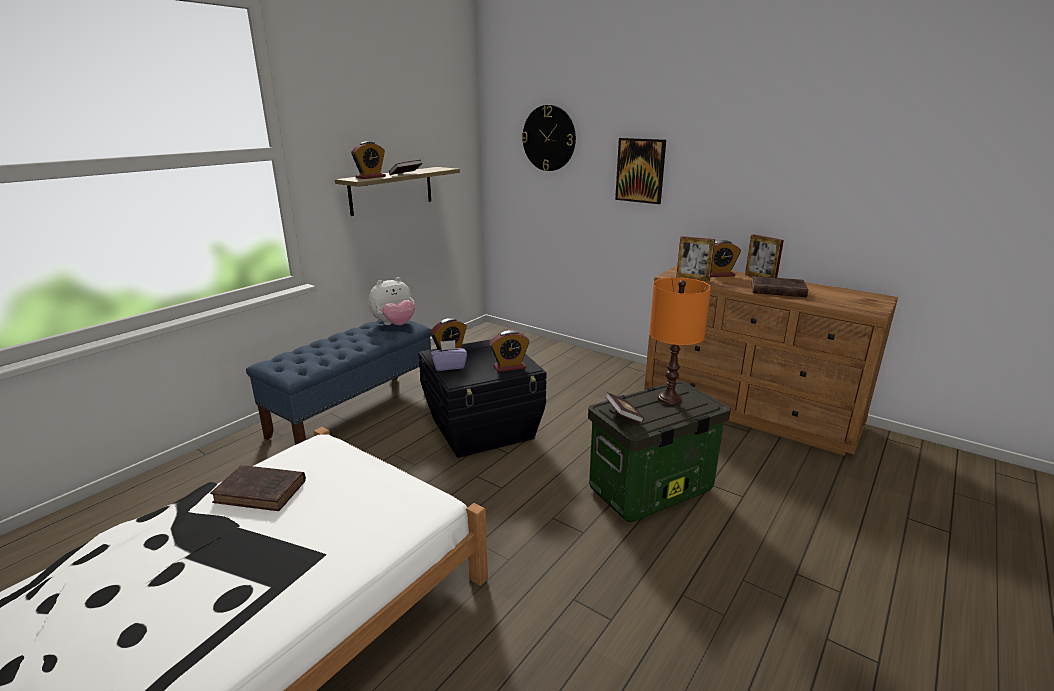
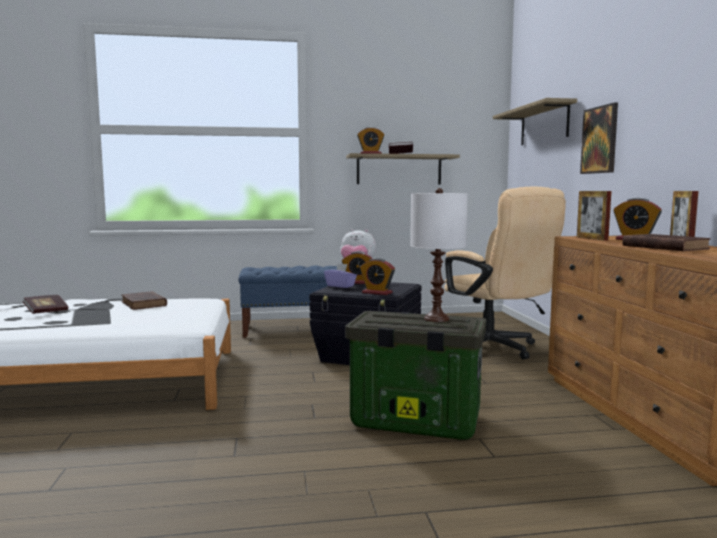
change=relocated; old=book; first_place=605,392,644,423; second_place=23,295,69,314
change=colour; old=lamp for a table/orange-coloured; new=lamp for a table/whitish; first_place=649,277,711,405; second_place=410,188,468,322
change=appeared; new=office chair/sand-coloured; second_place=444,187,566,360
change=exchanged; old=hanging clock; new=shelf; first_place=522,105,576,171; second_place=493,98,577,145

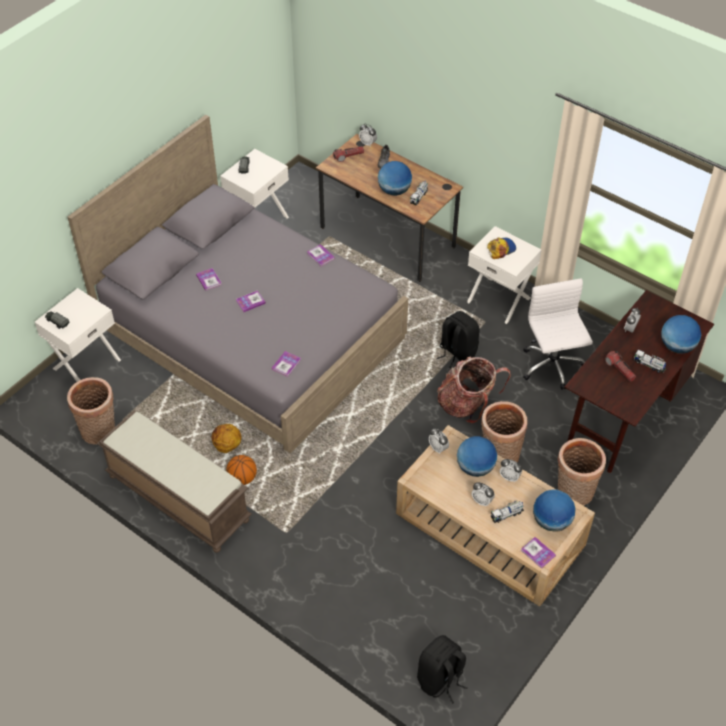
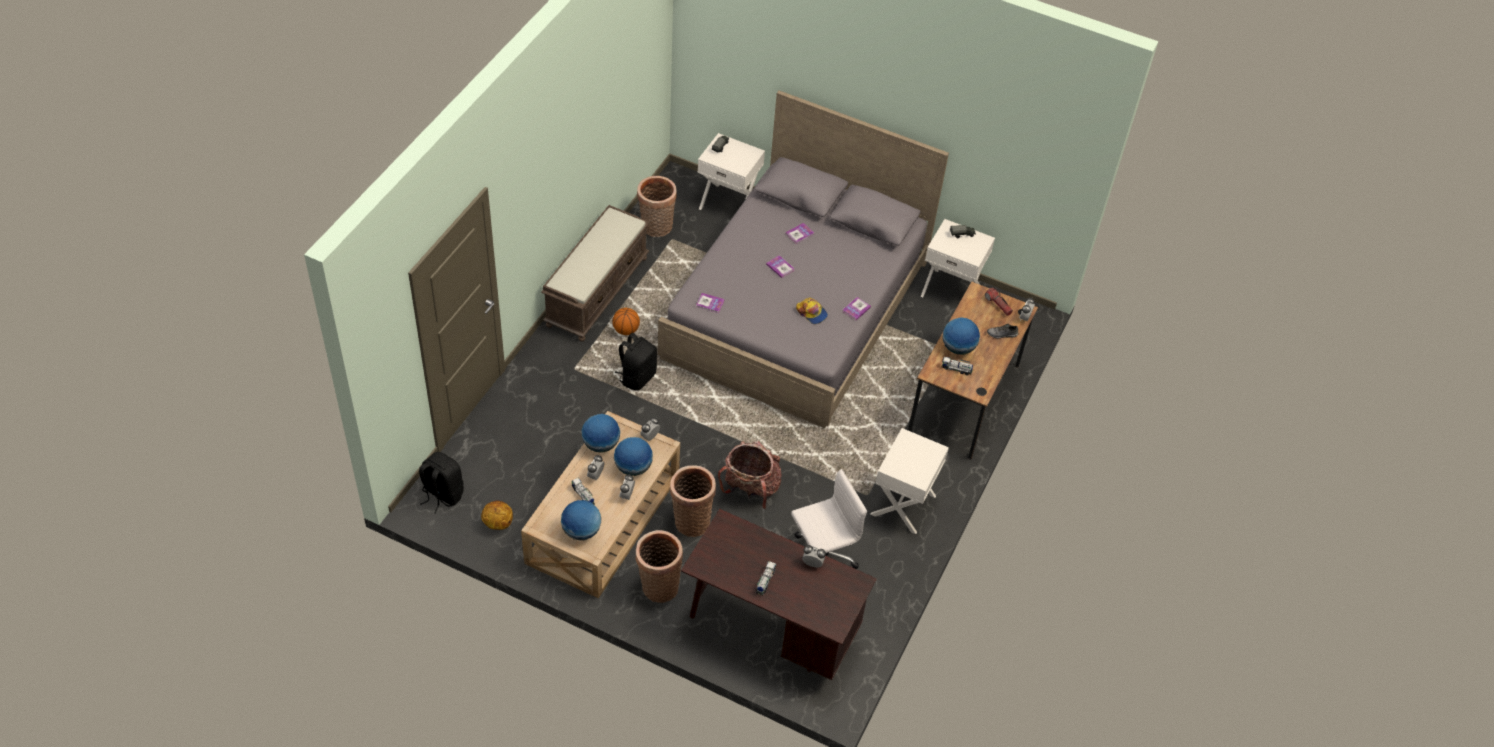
change=relocated; old=ball for basketball; first_place=211,424,242,453; second_place=481,500,513,530
change=relocated; old=globe; first_place=661,315,701,354; second_place=582,414,620,452
change=relocated; old=backpack/blackish; first_place=437,311,480,368; second_place=615,333,657,390
change=relocated; old=baseball cap; first_place=487,237,516,259; second_place=796,297,828,324
change=missing; old=book; first_place=521,537,556,569
change=missing; old=torch; first_place=605,351,636,382

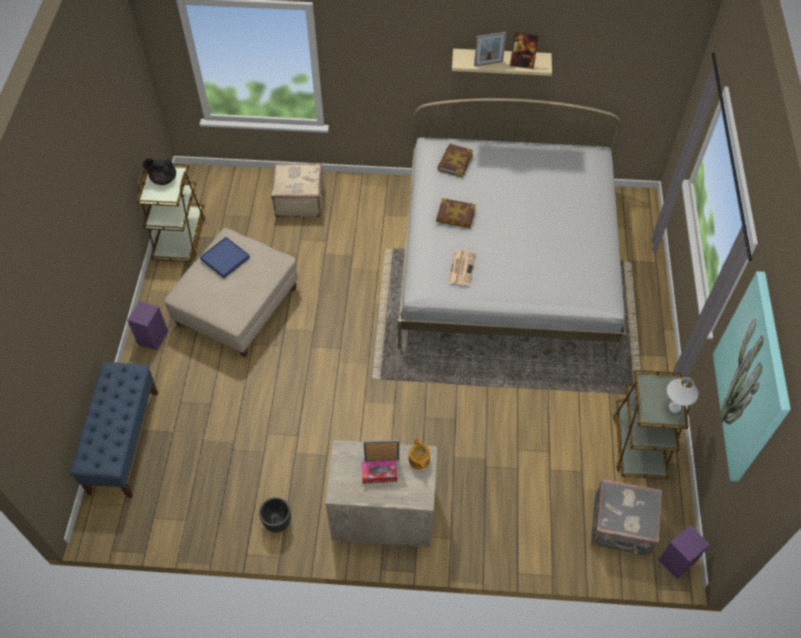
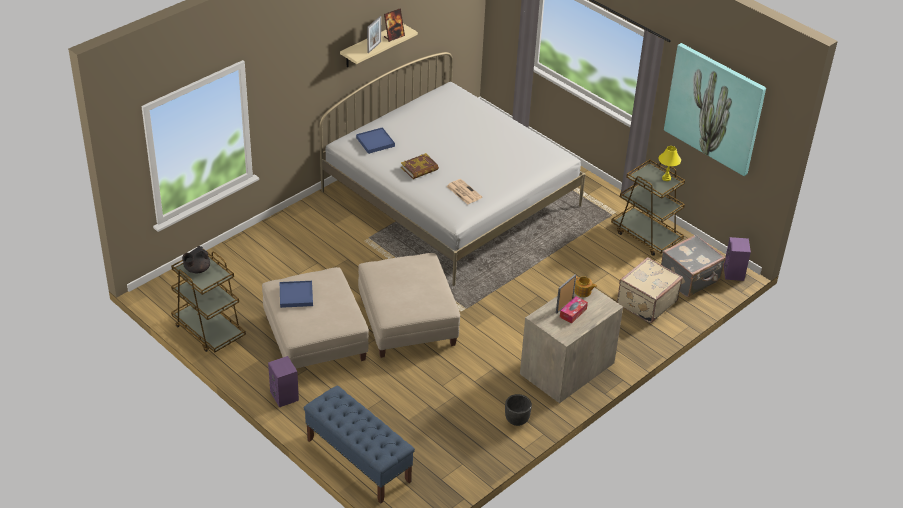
change=exchanged; old=book; new=tray/blue; first_place=438,144,473,177; second_place=356,127,395,154
change=appeared; new=pouffe/sand-coloured; second_place=358,253,460,358
change=relocated; old=travel case/sand-coloured; first_place=271,163,323,217; second_place=617,257,683,323
change=colour; old=lamp for a table/whitish; new=lamp for a table/yellowish; first_place=667,377,698,413; second_place=658,146,681,181

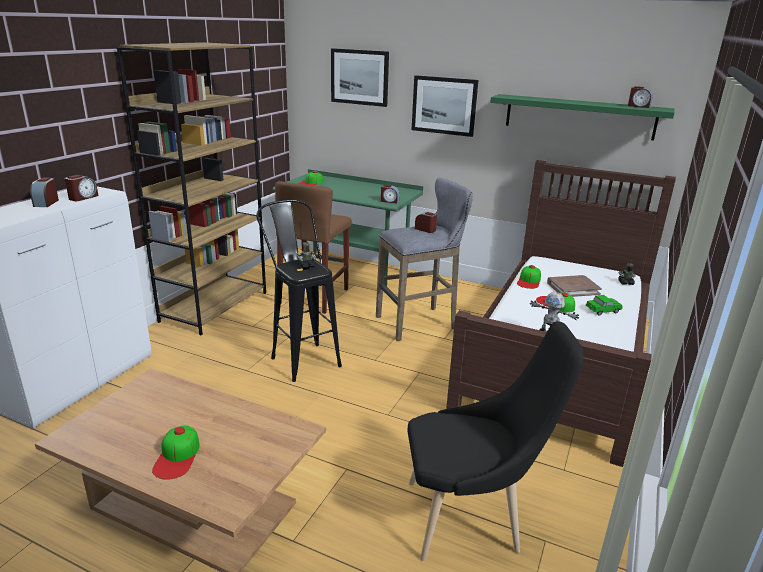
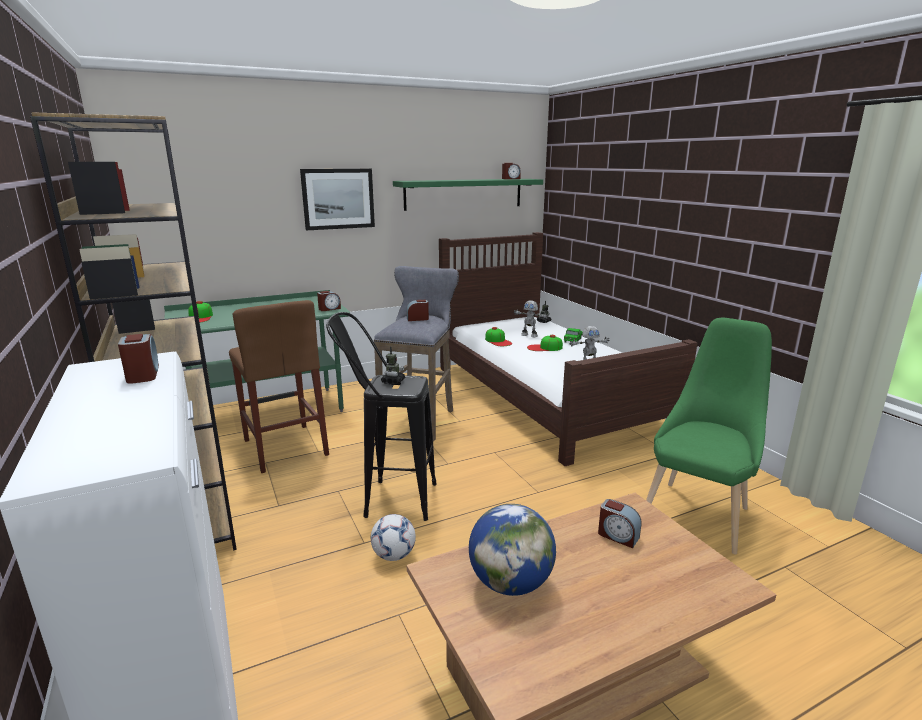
change=appeared; new=football; second_place=371,514,416,561
change=appeared; new=globe; second_place=469,504,556,596
change=exchanged; old=book/brown; new=model robot; first_place=547,275,602,297; second_place=514,300,549,337
change=relocated; old=alarm clock; first_place=30,177,59,207; second_place=598,499,641,548
change=colour; old=plain chair/blackish; new=plain chair/green-coloured; first_place=408,321,584,561; second_place=646,318,772,555
change=missing; old=baseball cap; first_place=152,426,199,480
change=missing; old=wall picture; first_place=331,48,389,107

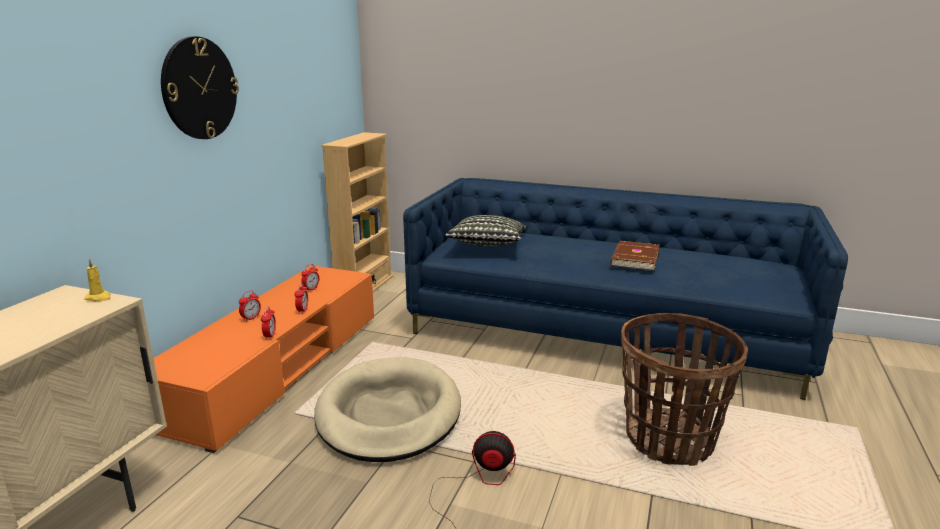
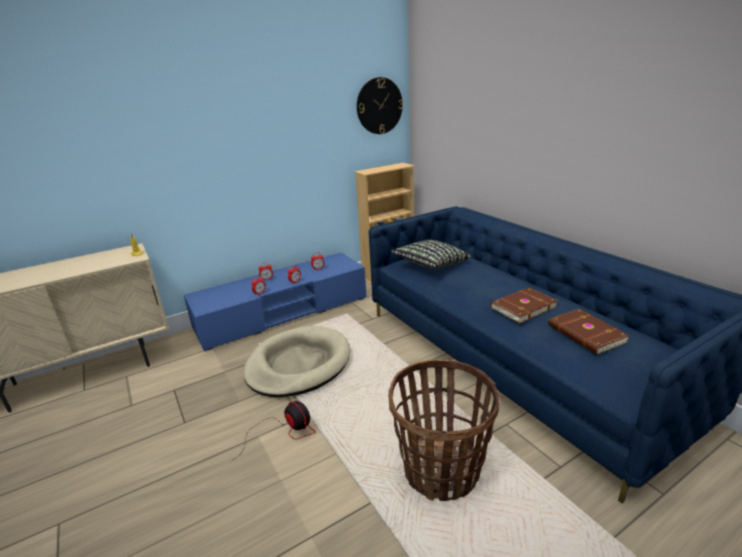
change=colour; old=tv unit/orange-coloured; new=tv unit/blue; first_place=153,265,374,453; second_place=184,252,367,351
change=relocated; old=hanging clock; first_place=161,36,239,139; second_place=357,77,403,134
change=appeared; new=book/brown; second_place=548,309,629,354

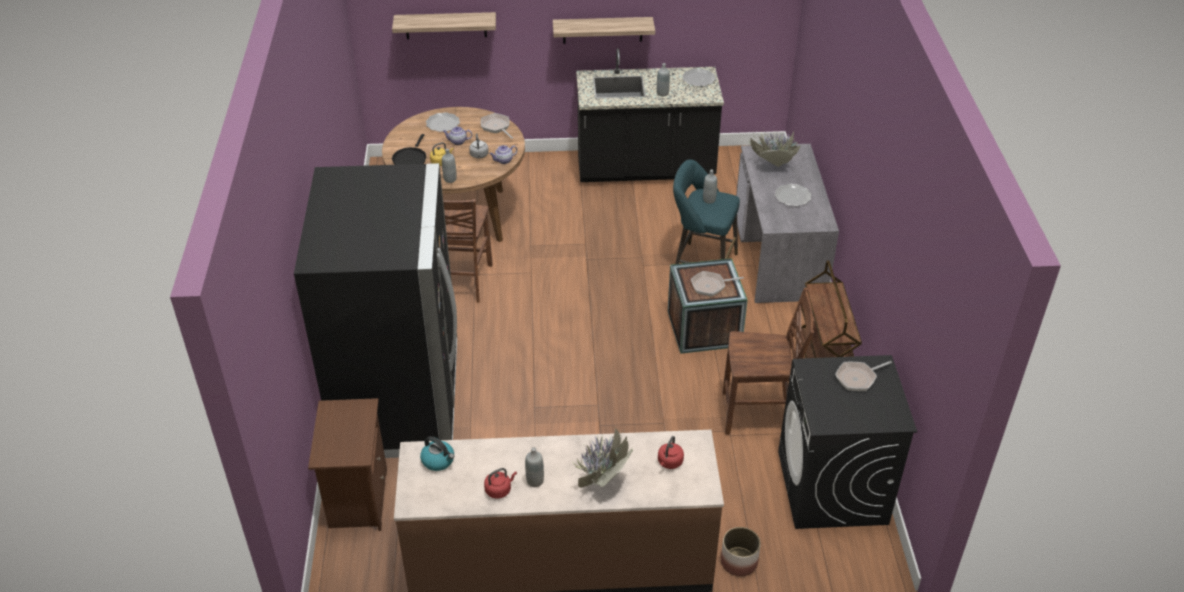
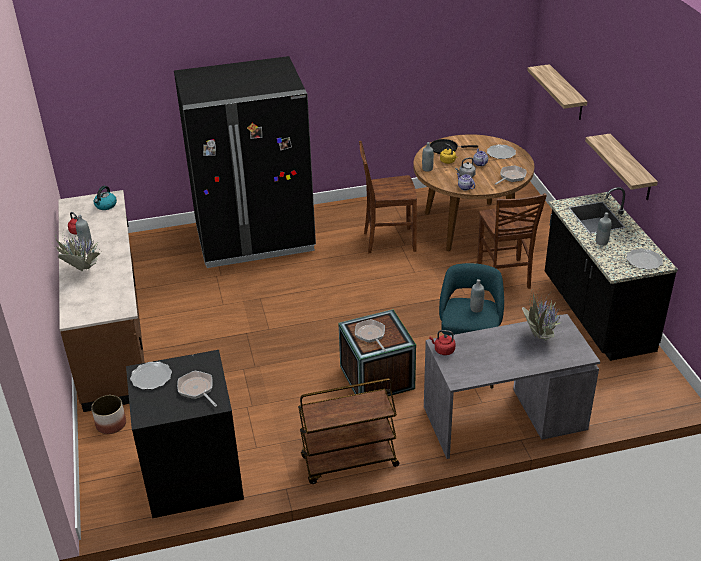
change=relocated; old=flat dish; first_place=775,184,812,206; second_place=130,362,172,389
change=relocated; old=water kettle/red; first_place=658,436,684,469; second_place=429,330,456,355
change=relocated; old=plain chair/brown; first_place=723,288,814,435; second_place=477,193,547,289
change=missing; old=nightstand/brown; first_place=308,398,387,531

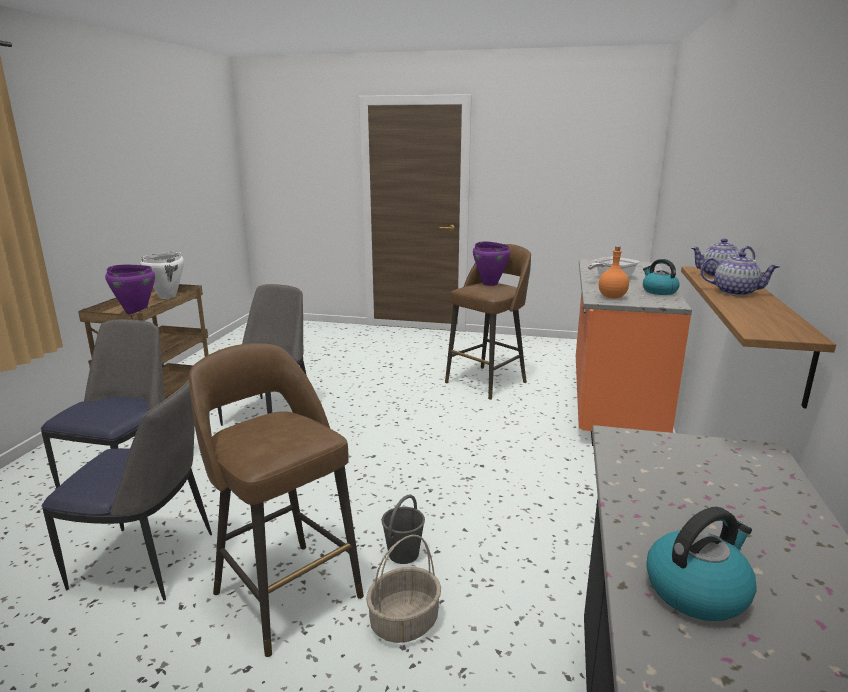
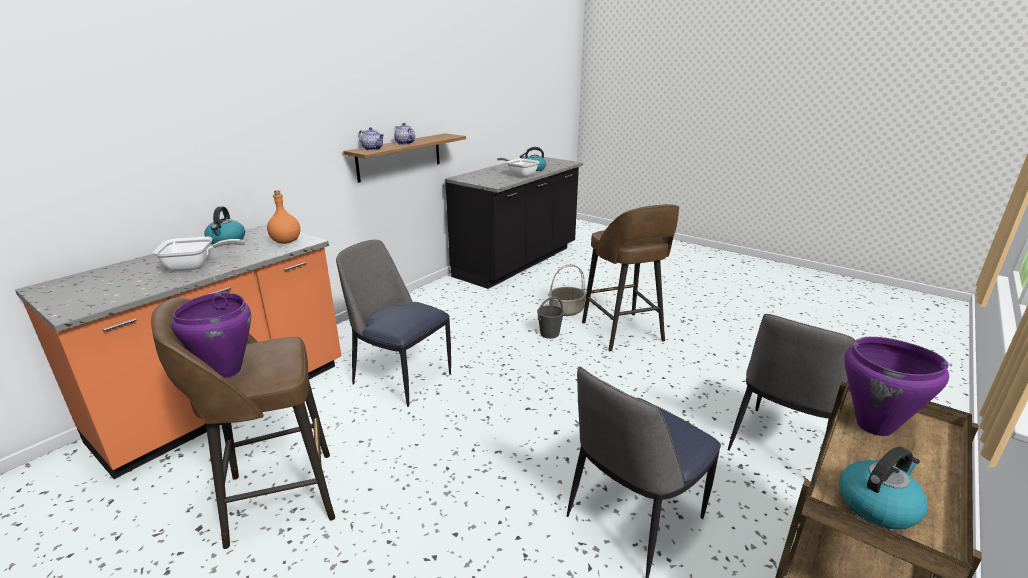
change=relocated; old=plain chair; first_place=41,379,212,600; second_place=336,240,451,407
change=appeared; new=skillet; second_place=497,157,540,177
change=exchanged; old=saucepot/whitish; new=water kettle; first_place=140,252,184,299; second_place=839,446,928,530

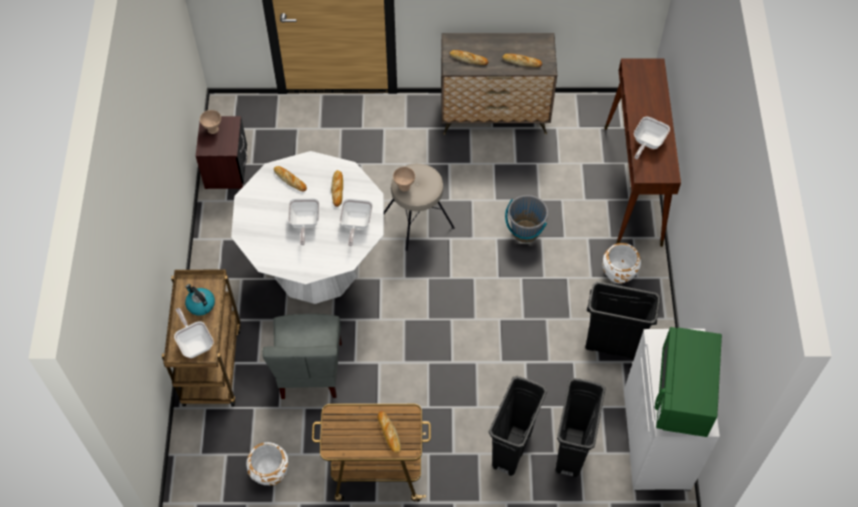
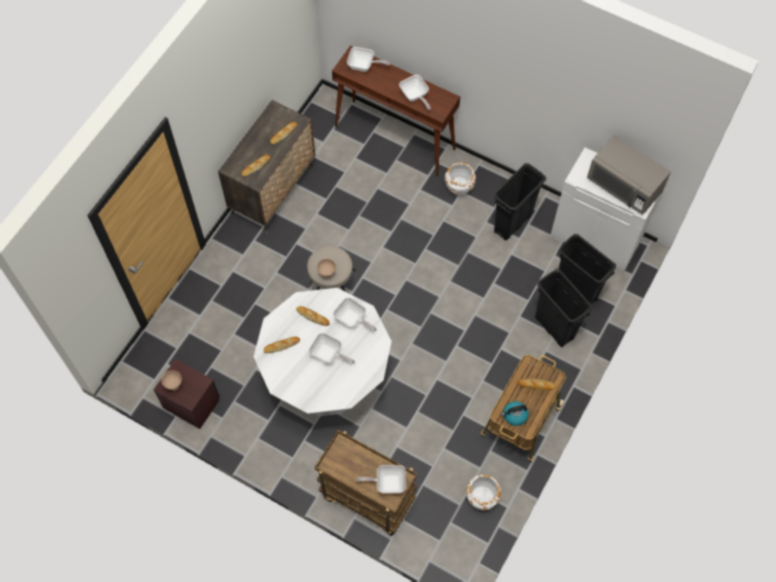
change=appeared; new=skillet; second_place=347,47,390,72
change=relocated; old=water kettle; first_place=185,284,215,316; second_place=501,401,529,426
change=colour; old=microwave oven/green-coloured; new=microwave oven/gray; first_place=655,327,722,437; second_place=587,135,671,215
change=missing; old=plain chair/gray; first_place=262,314,342,399
change=missing; old=pail/gray; first_place=505,195,548,243

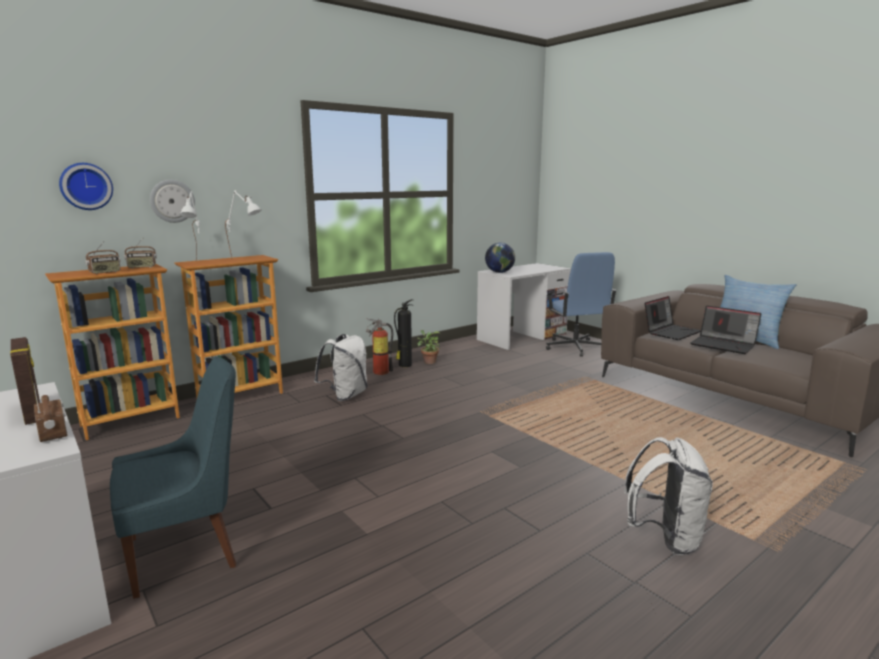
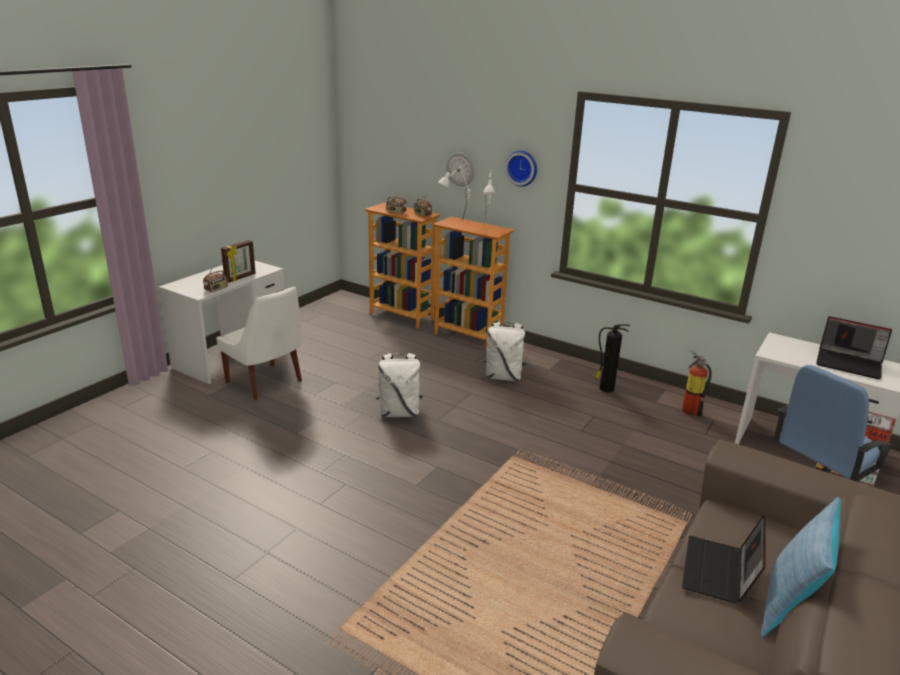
change=colour; old=plain chair/blue; new=plain chair/whitish; first_place=110,356,236,599; second_place=216,286,302,400
change=relocated; old=backpack/whitish; first_place=624,437,713,555; second_place=376,353,423,417
change=relocated; old=hanging clock; first_place=59,163,113,210; second_place=505,150,537,187
change=relocated; old=extinguisher; first_place=366,318,393,375; second_place=682,348,712,417
change=relocated; old=laptop; first_place=644,296,701,340; second_place=816,316,892,379
change=missing; old=potted plant; first_place=417,330,441,364
change=missing; old=globe; first_place=485,243,515,273

